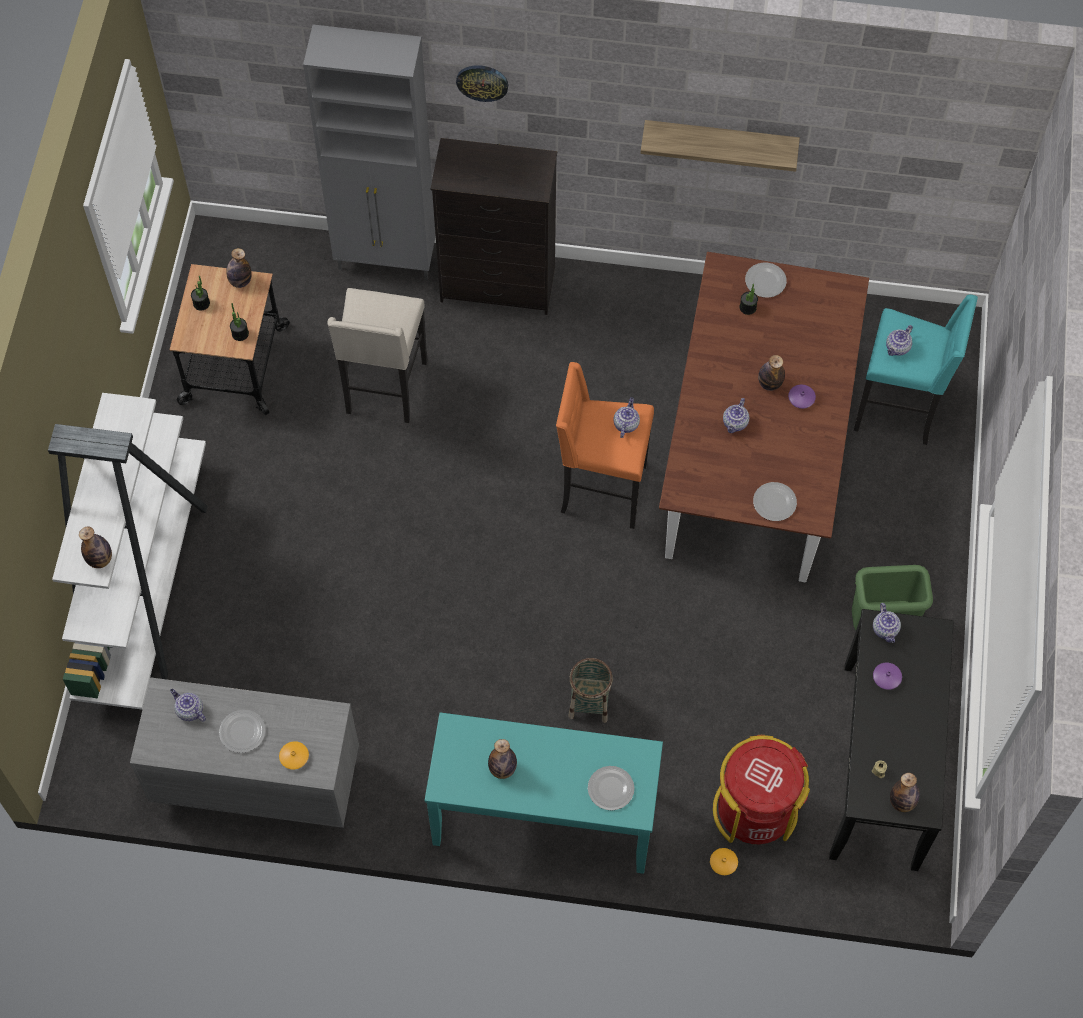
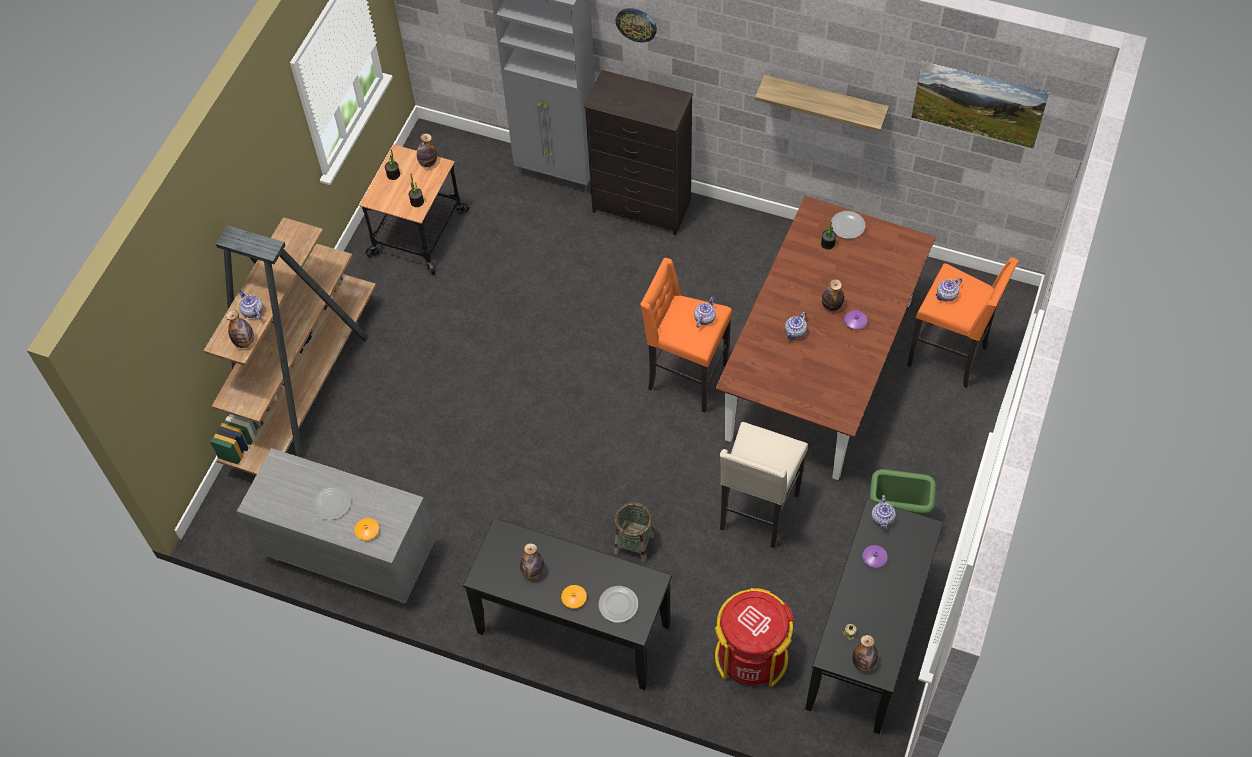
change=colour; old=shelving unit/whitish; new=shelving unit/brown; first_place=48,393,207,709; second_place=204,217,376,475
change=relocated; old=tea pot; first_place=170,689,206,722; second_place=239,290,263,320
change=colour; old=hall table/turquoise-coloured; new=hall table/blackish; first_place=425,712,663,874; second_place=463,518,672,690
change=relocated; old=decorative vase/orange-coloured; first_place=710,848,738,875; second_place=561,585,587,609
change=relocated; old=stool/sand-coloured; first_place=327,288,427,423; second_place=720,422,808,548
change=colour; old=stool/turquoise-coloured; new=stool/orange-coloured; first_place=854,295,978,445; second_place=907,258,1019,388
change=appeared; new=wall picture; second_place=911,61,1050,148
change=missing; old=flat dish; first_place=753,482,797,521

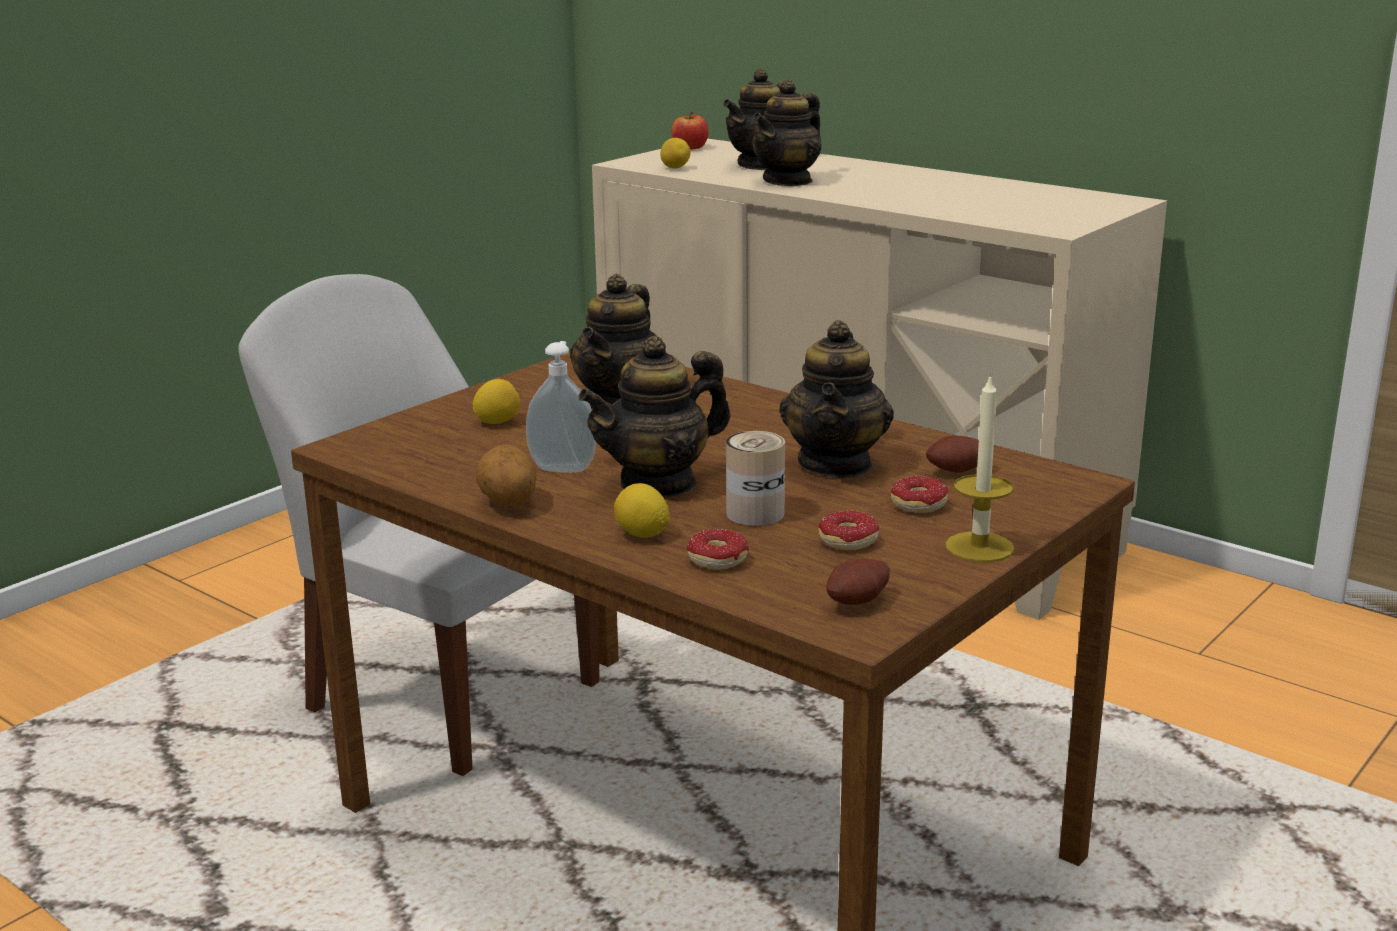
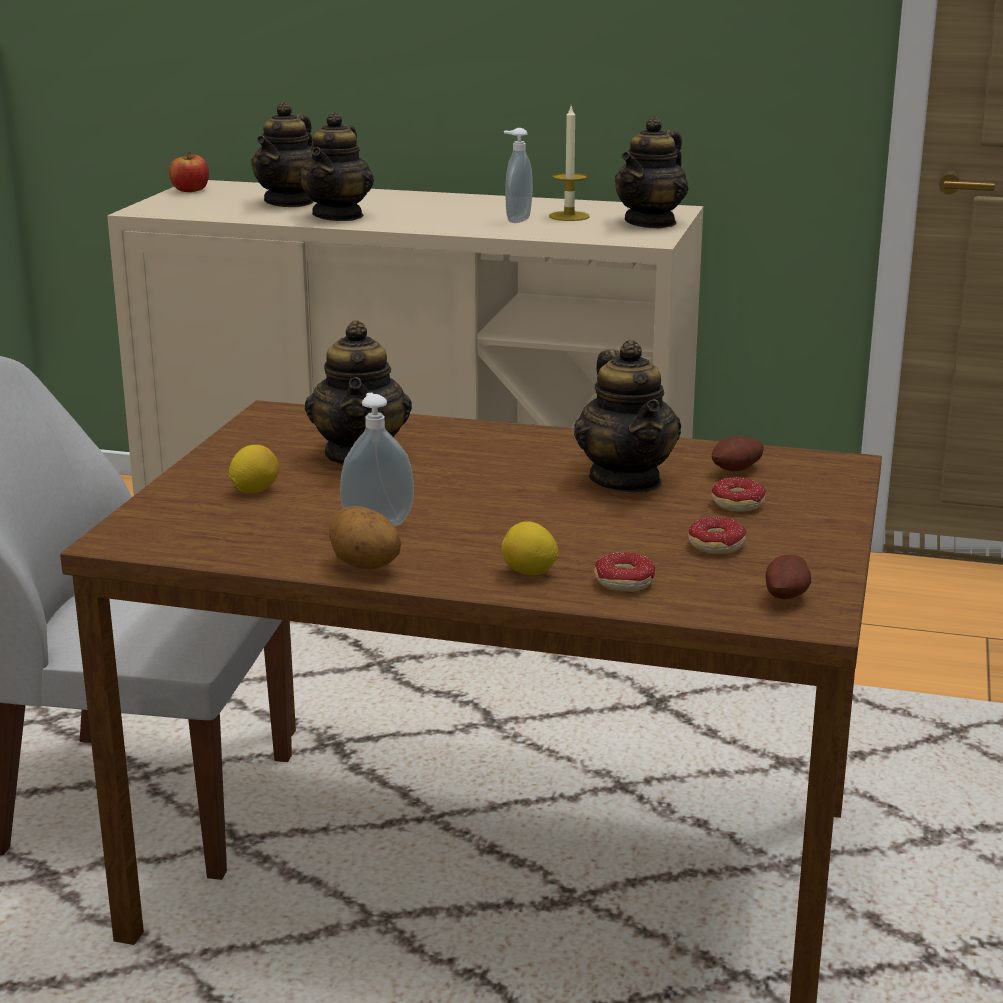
change=appeared; new=liquid soap bottle; second_place=504,128,533,223
change=relocated; old=wax light; first_place=945,373,1014,562; second_place=549,106,590,221
change=relocated; old=tea pot; first_place=578,336,730,498; second_place=615,117,689,229
change=missing; old=lemon; first_place=660,138,690,169
change=missing; old=sealed can; first_place=726,431,785,526

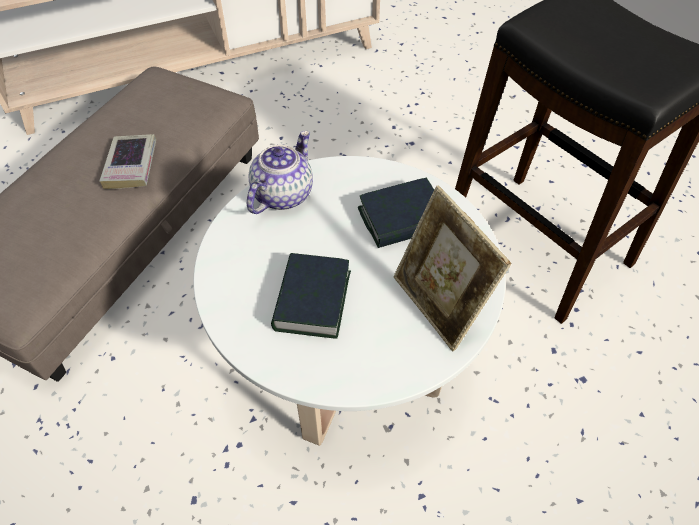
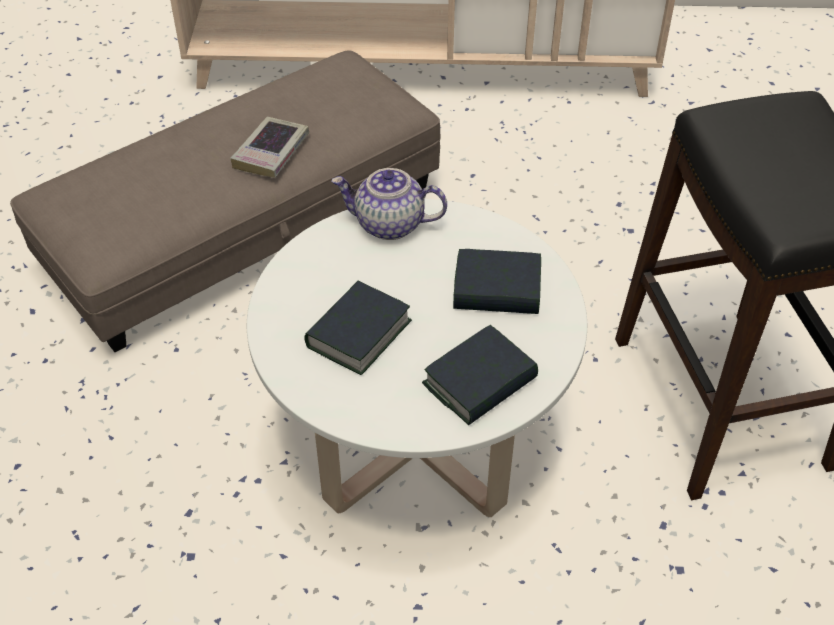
change=spun; old=tea pot; first_place=247,131,313,214; second_place=331,168,447,240; degrees=-135
change=exchanged; old=picture frame; new=book; first_place=394,186,512,351; second_place=422,325,538,425

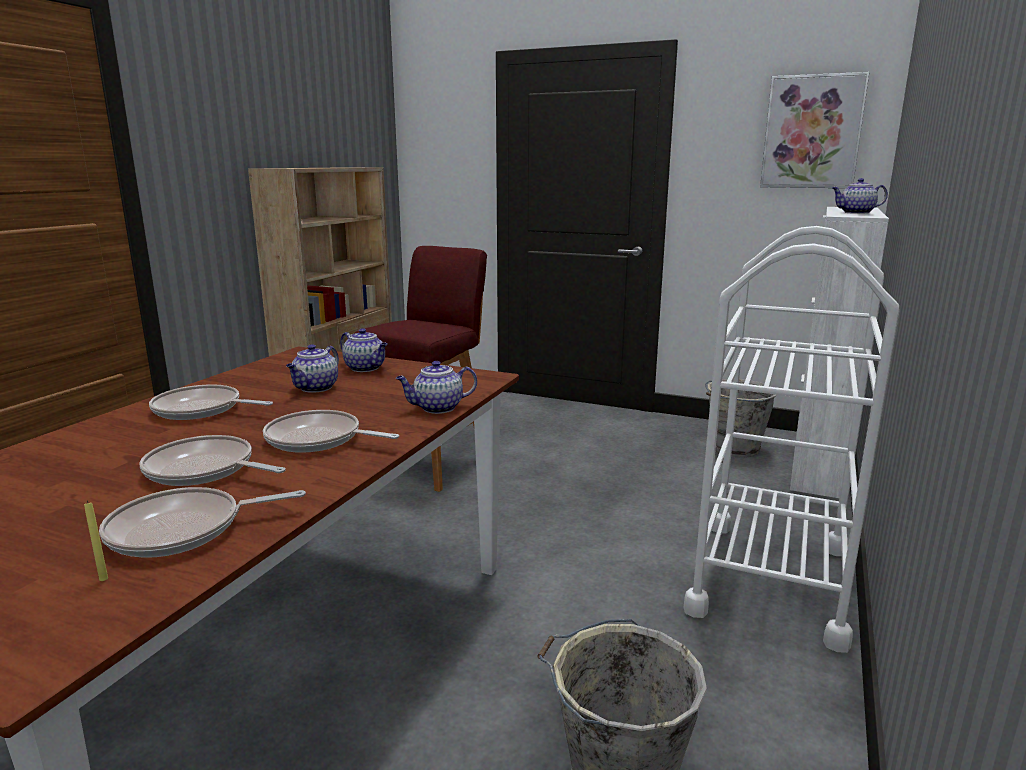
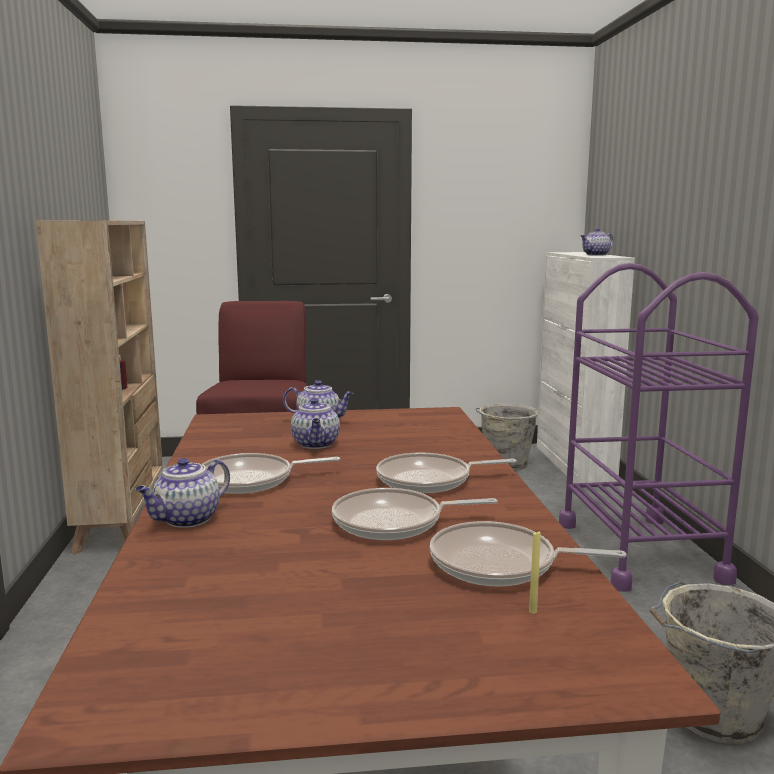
change=relocated; old=tea pot; first_place=396,361,477,414; second_place=135,458,230,528
change=spun; old=skillet; first_place=99,487,306,558; second_place=430,521,627,586; degrees=60
change=colour; old=wheeled cart/whitish; new=wheeled cart/purple-coloured; first_place=684,226,900,653; second_place=559,263,759,592
change=missing; old=wall picture; first_place=760,72,869,188

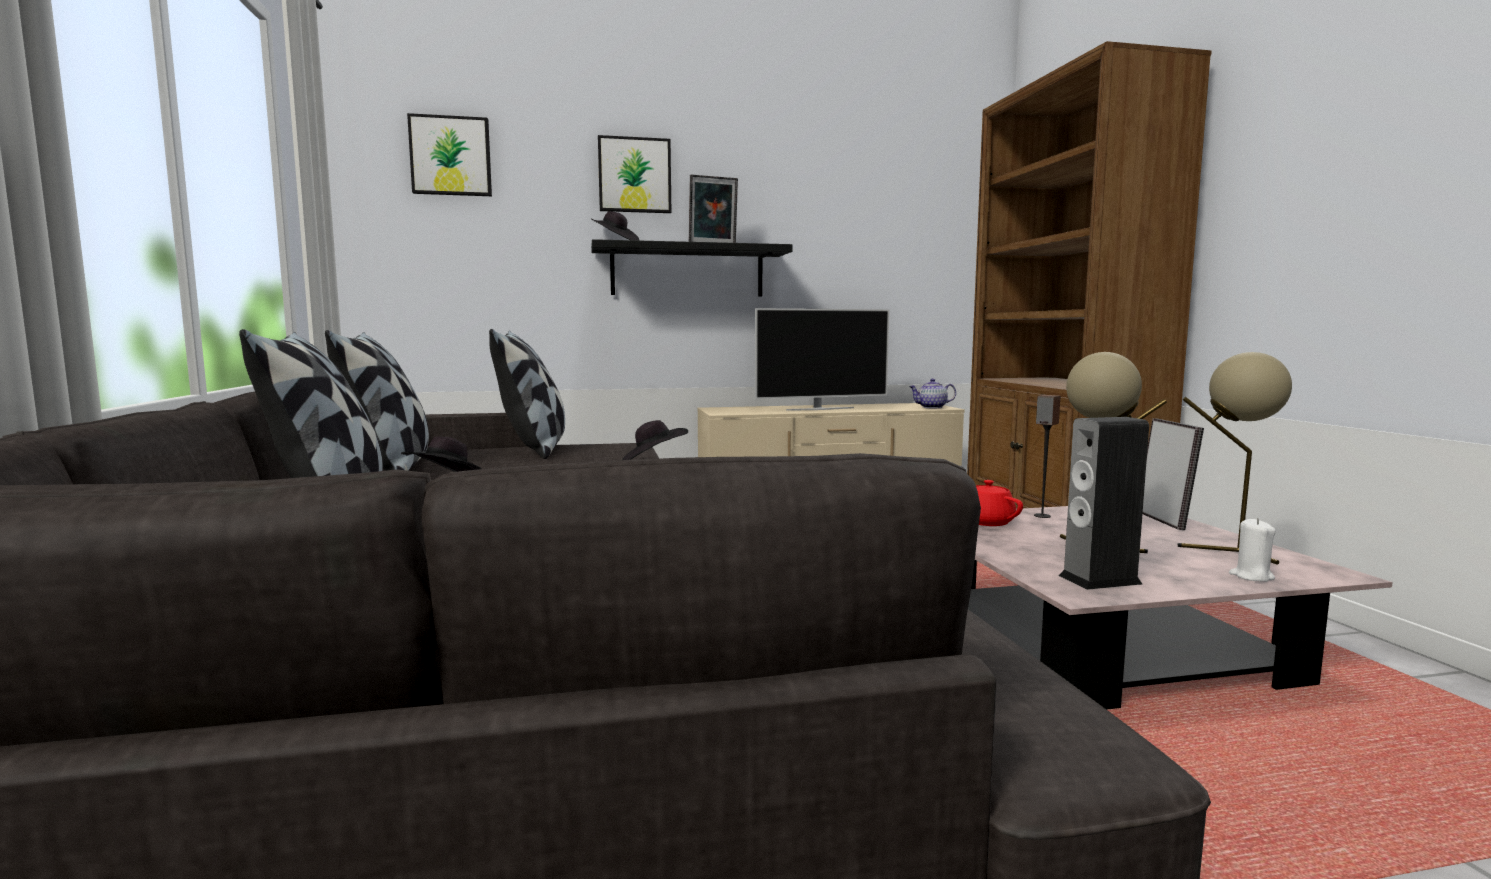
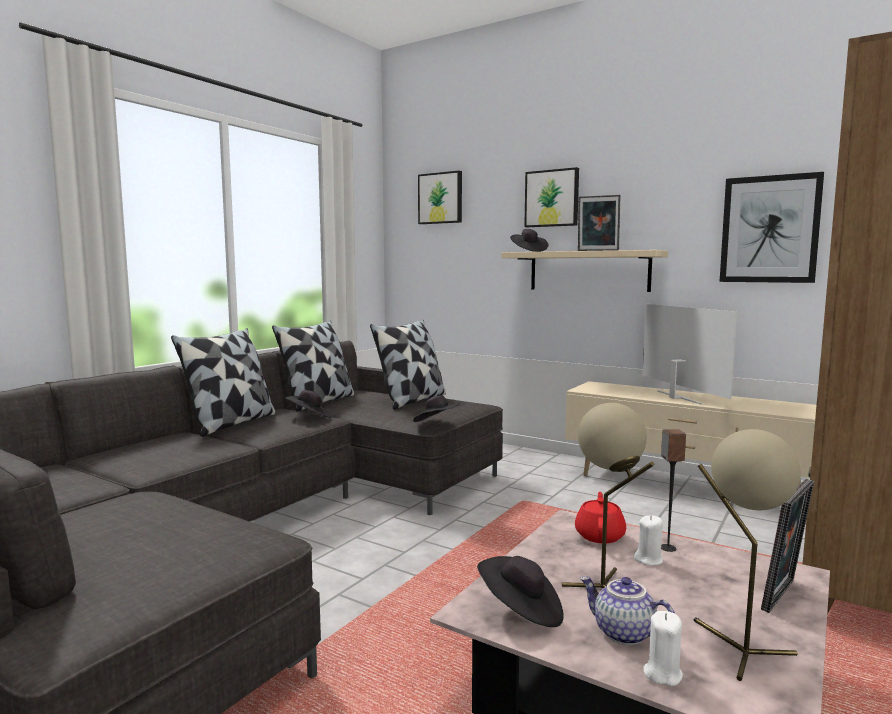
change=exchanged; old=audio speaker; new=clothing hat/blackish; first_place=1059,417,1149,590; second_place=477,556,564,627
change=colour; old=shelf/blackish; new=shelf/sand-coloured; first_place=591,239,793,296; second_place=501,250,668,292
change=relocated; old=tea pot; first_place=909,378,956,408; second_place=580,576,675,645
change=appeared; new=wax light/whitish; second_place=634,515,663,566
change=spun; old=television; first_place=755,308,889,411; second_place=643,304,737,405; degrees=-135
change=appeared; new=wall picture; second_place=720,172,824,283

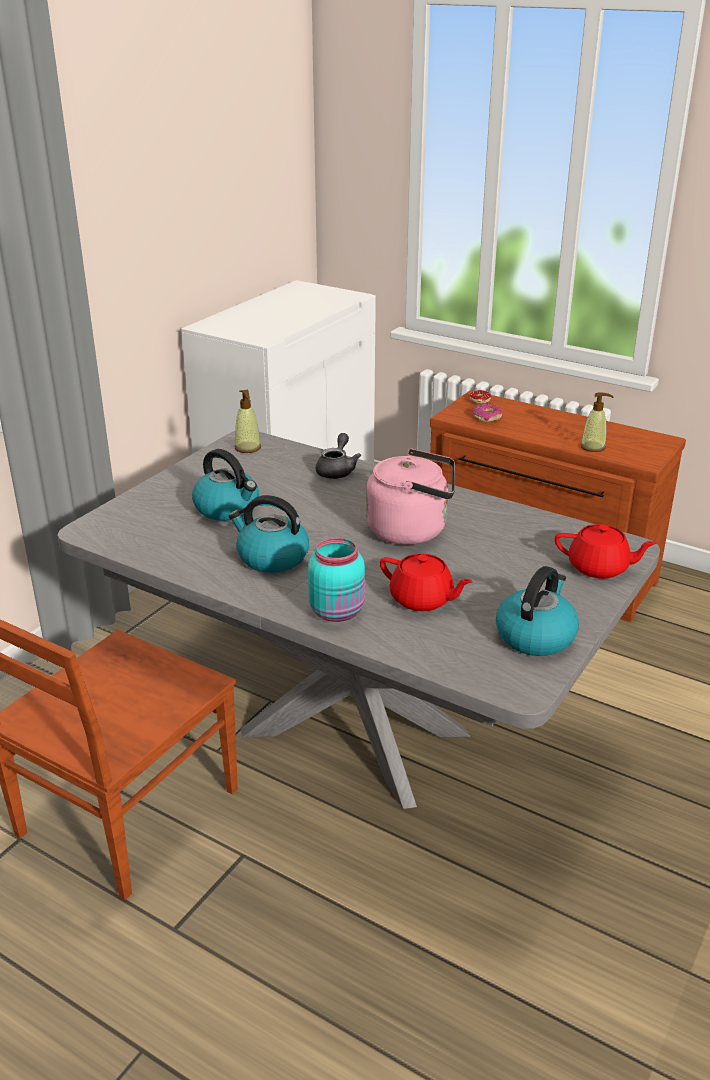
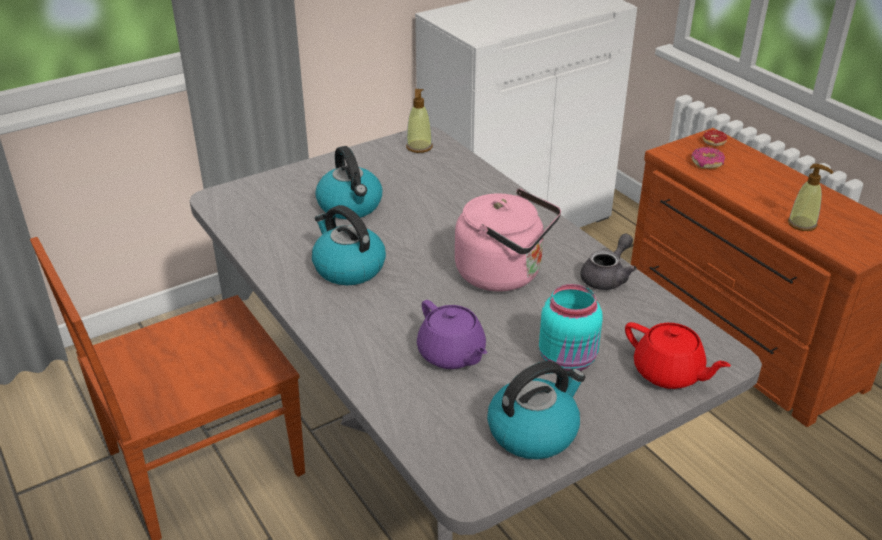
change=colour; old=tea pot/red; new=tea pot/purple-coloured; first_place=380,554,473,611; second_place=417,300,487,369
change=relocated; old=jar/turquoise-coloured; first_place=308,538,365,622; second_place=539,284,602,371
change=relocated; old=tea pot/gray; first_place=316,433,361,479; second_place=580,233,637,290

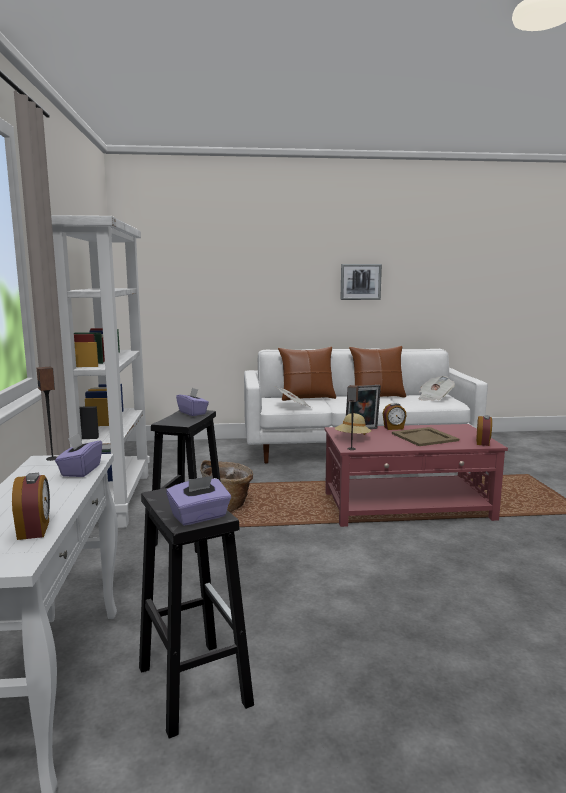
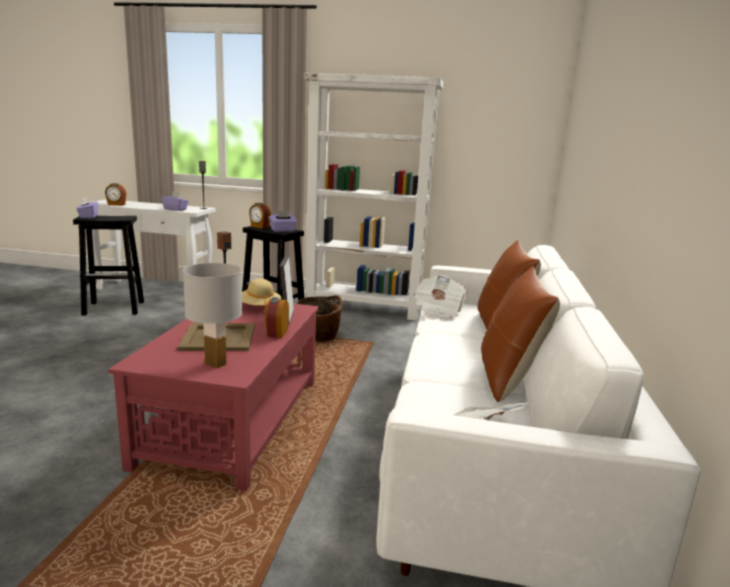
change=appeared; new=lamp for a table/whitish; second_place=183,263,242,368
change=relocated; old=alarm clock; first_place=476,415,492,446; second_place=249,203,271,229
change=missing; old=wall picture; first_place=340,264,382,300

